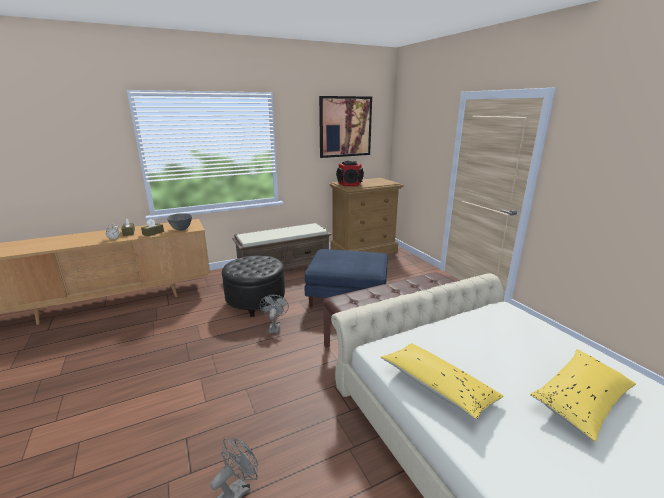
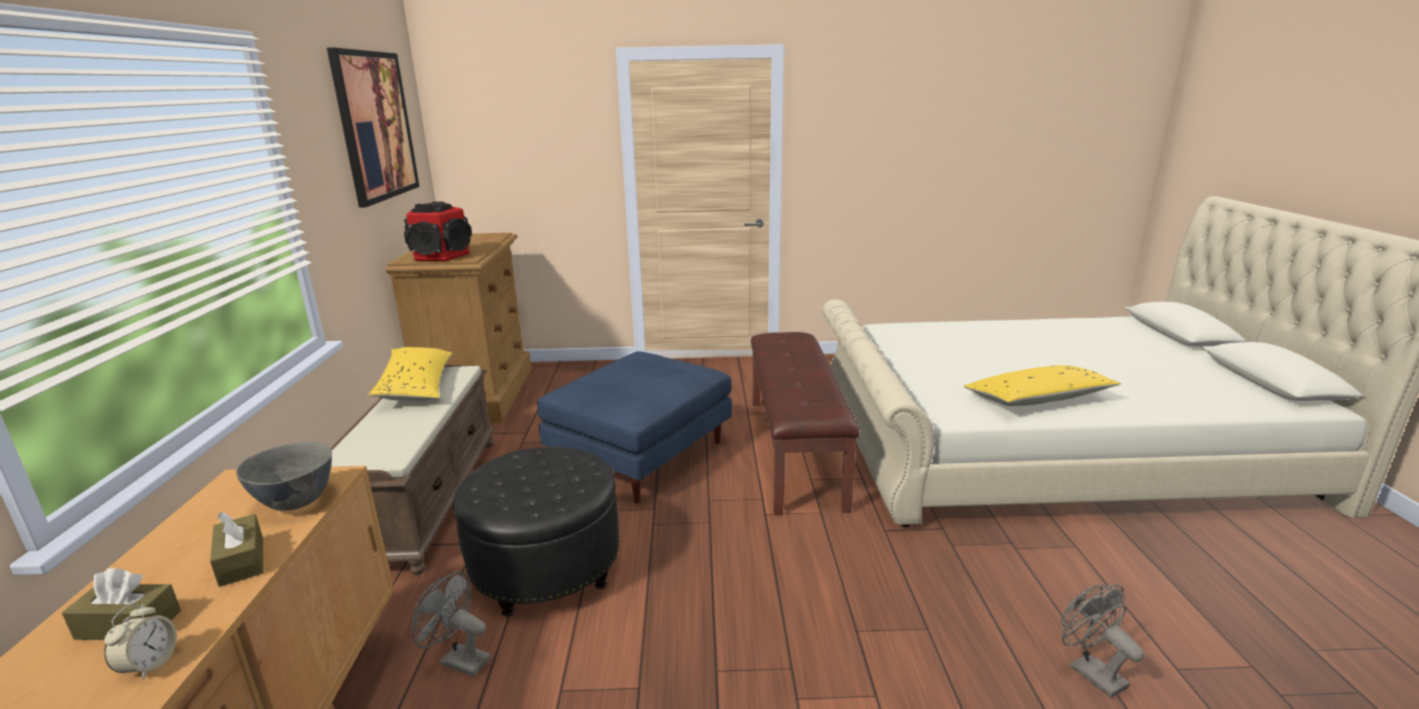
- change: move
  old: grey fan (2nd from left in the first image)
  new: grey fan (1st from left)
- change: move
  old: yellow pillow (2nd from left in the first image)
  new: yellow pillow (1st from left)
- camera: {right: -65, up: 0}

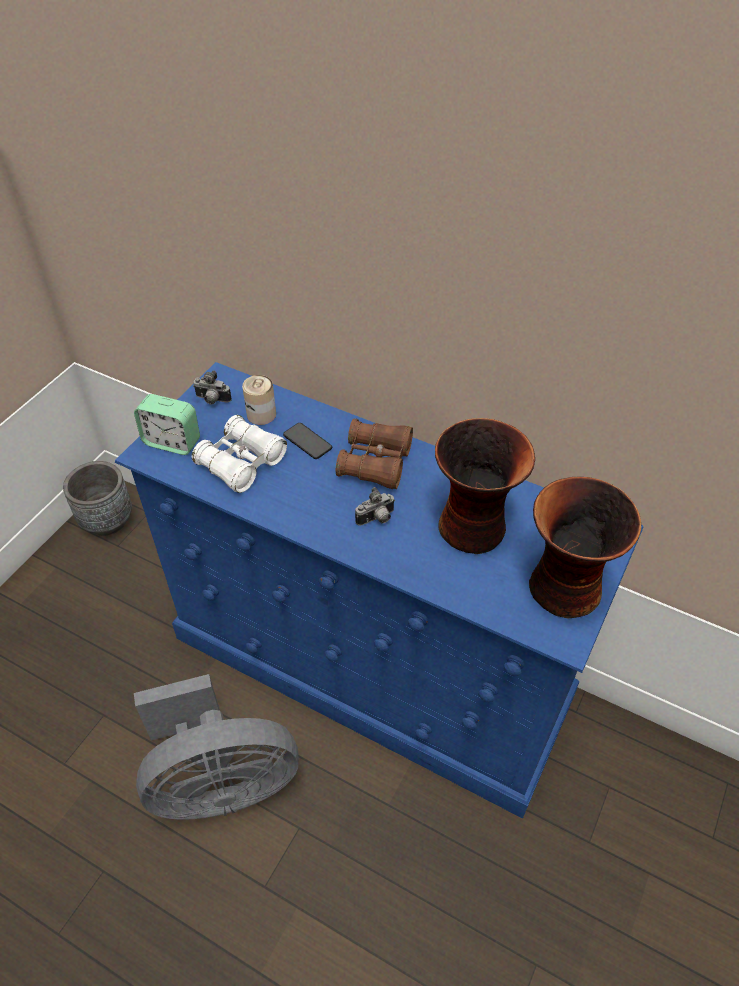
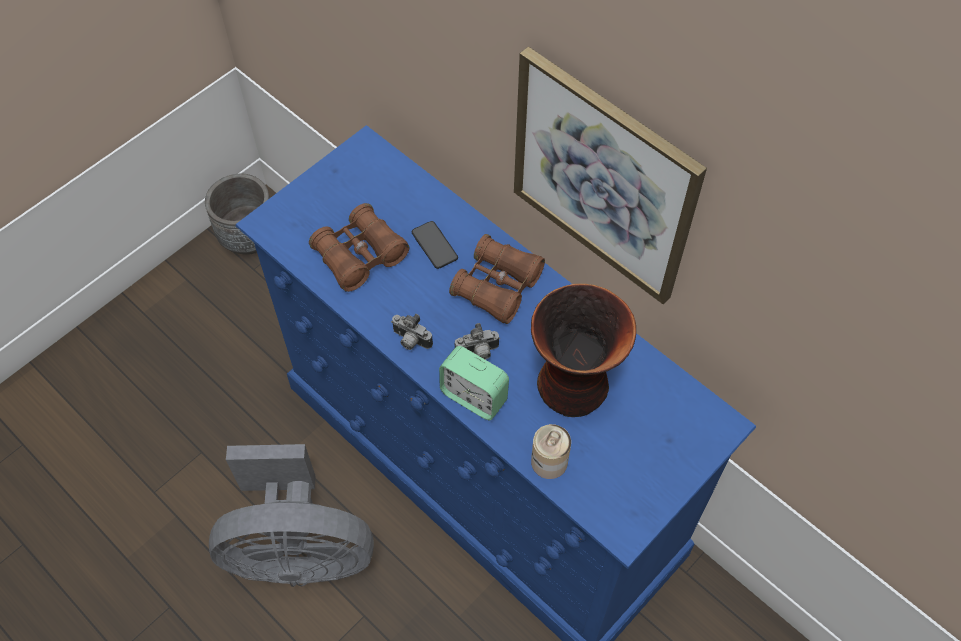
- change: delete
  old: vase (2nd from left)
- change: insert
  new: picture
- change: move
  old: alarm clock
- change: move
  old: photo camera (1st from left)
- change: move
  old: can
- change: recolor
  old: white binoculars
  new: brown binoculars (1st from left)
- camera: {right: 15, up: 10}

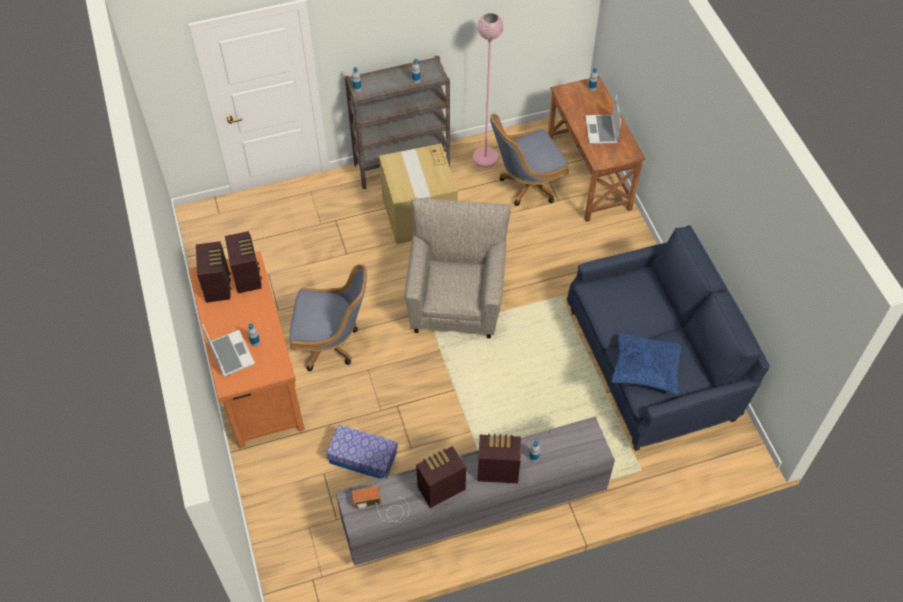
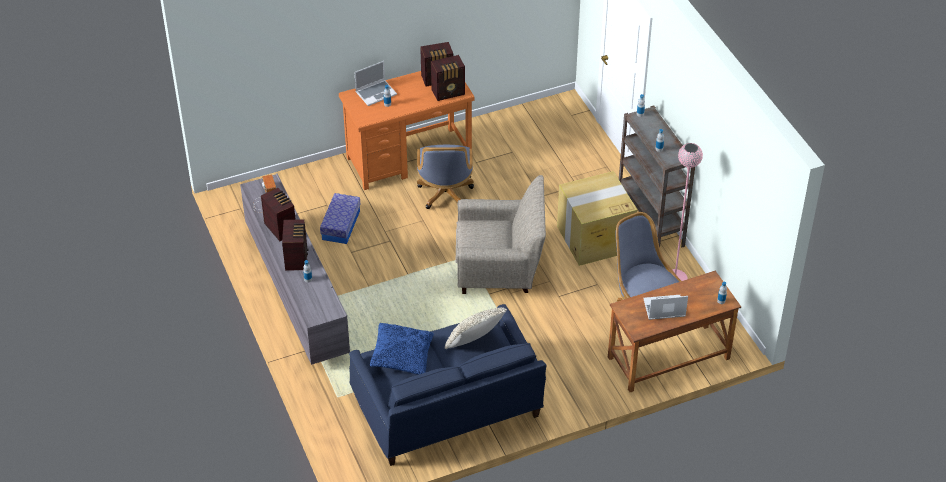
- change: insert
  new: beige pillow
- camera: {right: 85, up: -10}

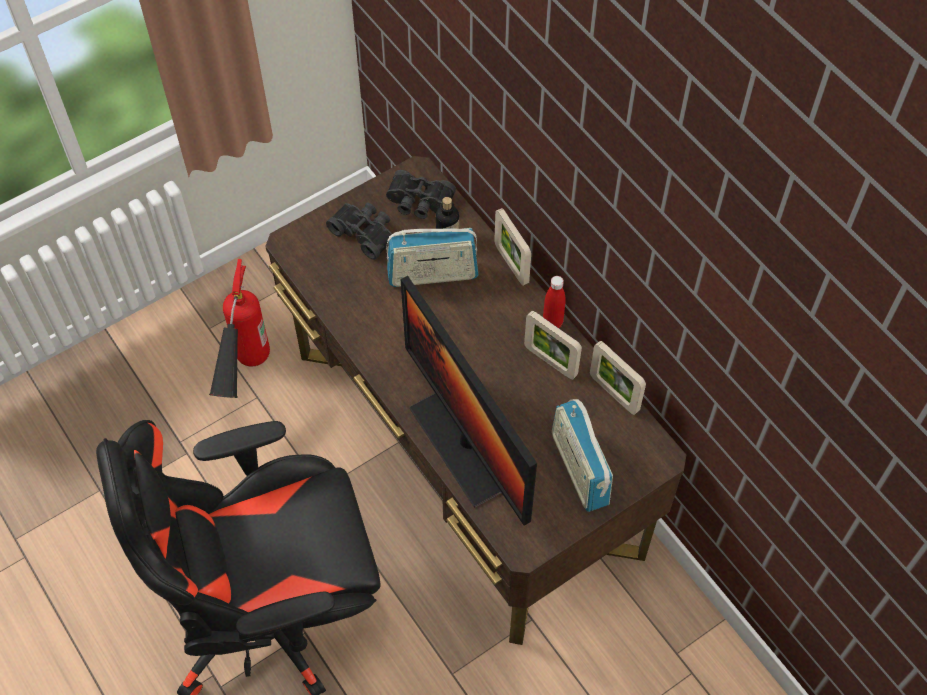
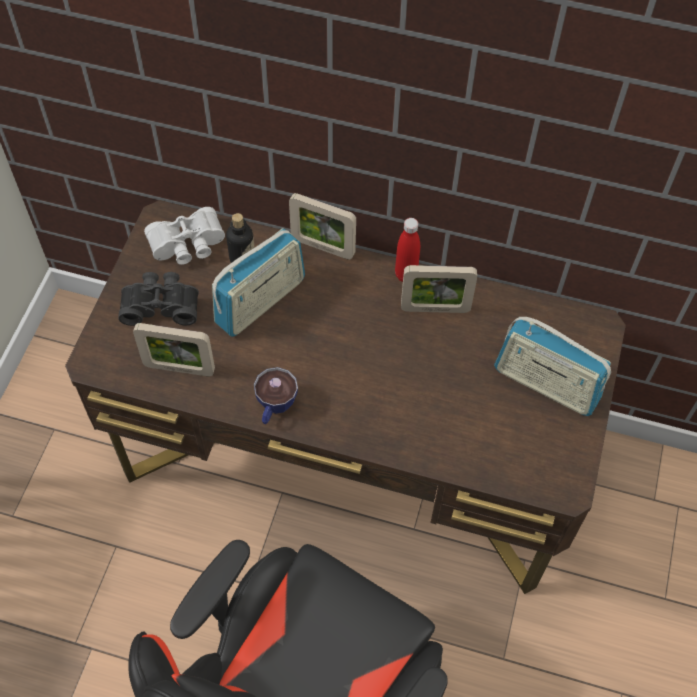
- change: delete
  old: fire extinguisher
- change: delete
  old: monitor
- change: insert
  new: cup
- change: move
  old: picture frame (3rd from left in the first image)
  new: picture frame (1st from left)
- change: recolor
  old: black binoculars (2nd from left)
  new: white binoculars
- camera: {right: -40, up: 0}

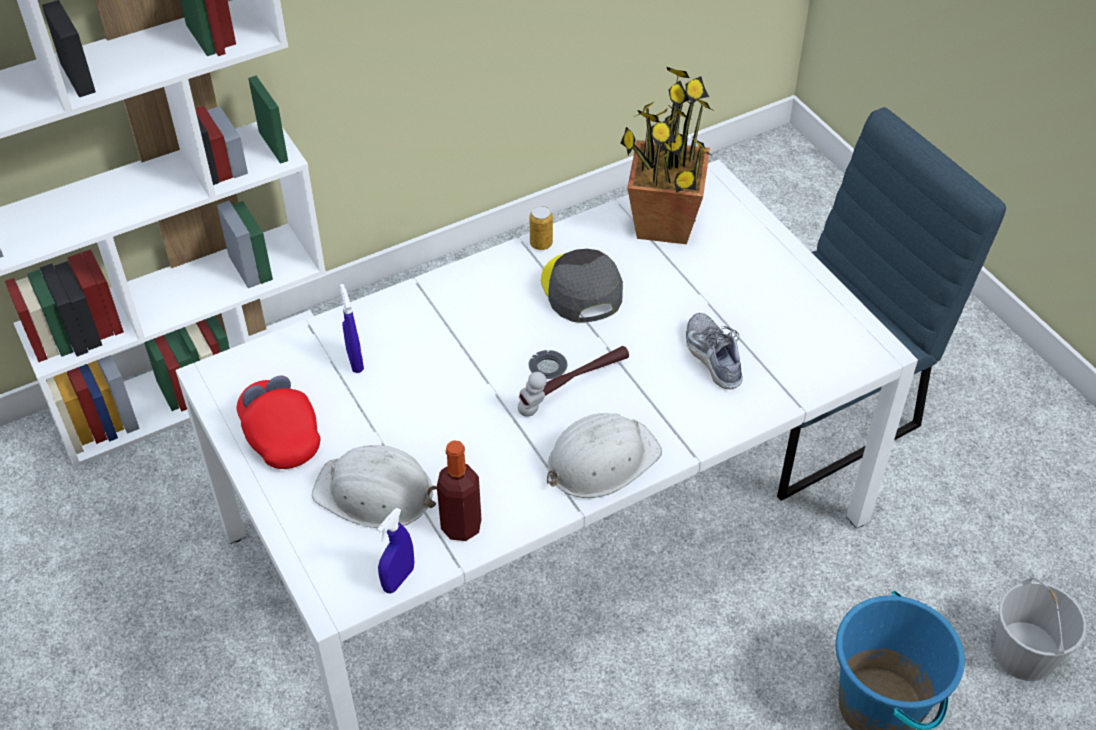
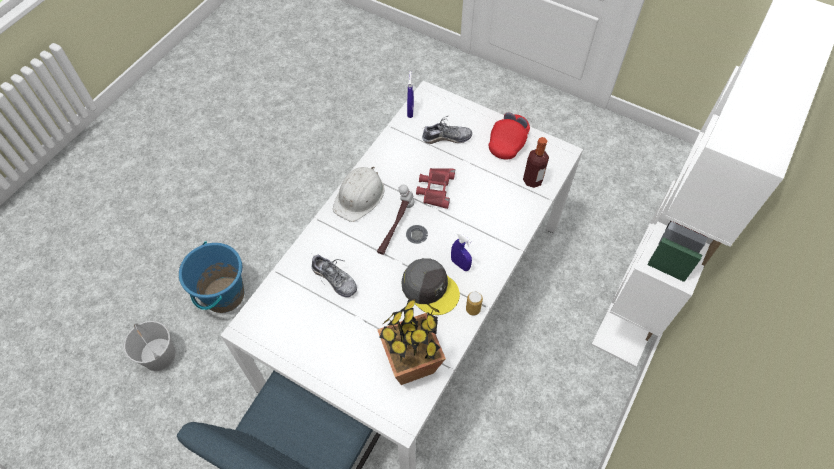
- change: insert
  new: red binoculars
- change: move
  old: blue spray bottle (1st from left in the first image)
  new: blue spray bottle (2nd from left)
- change: move
  old: bottle
- change: replace
  old: white hard hat (1st from left)
  new: shoe (2nd from left)
- change: rotate
  old: red cap
  degrees: -90
- camera: {right: 150, up: 10}

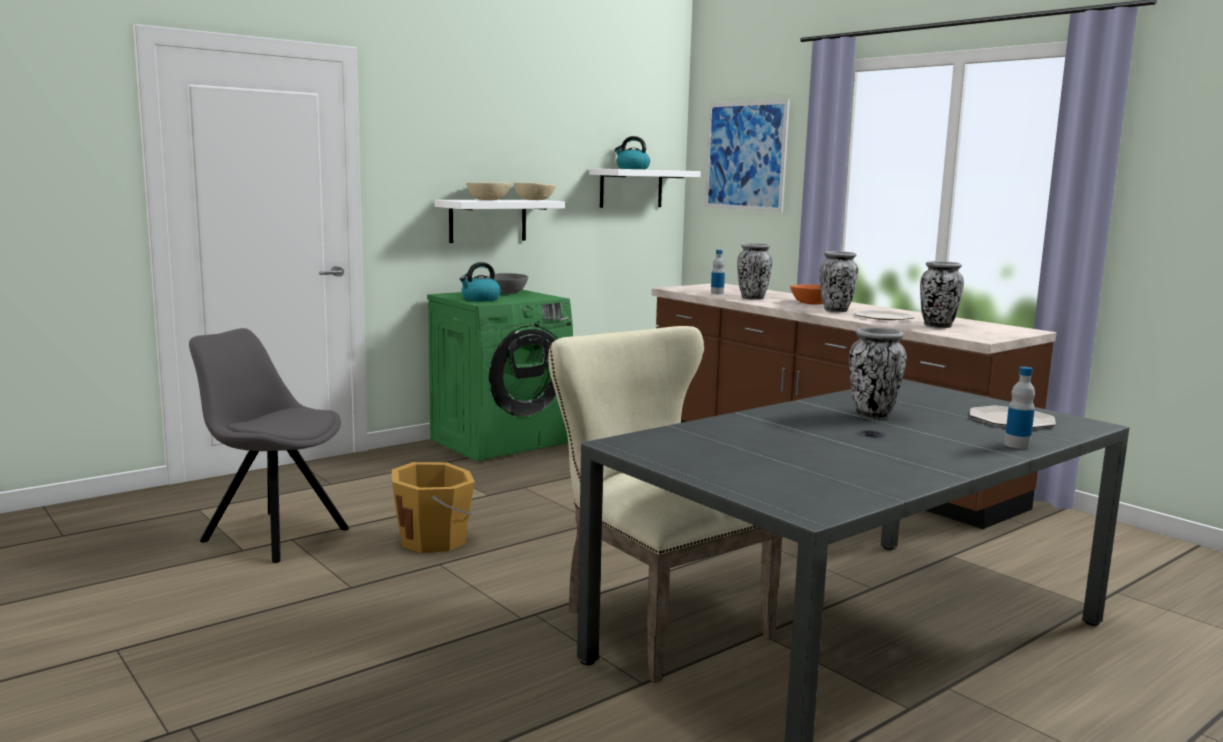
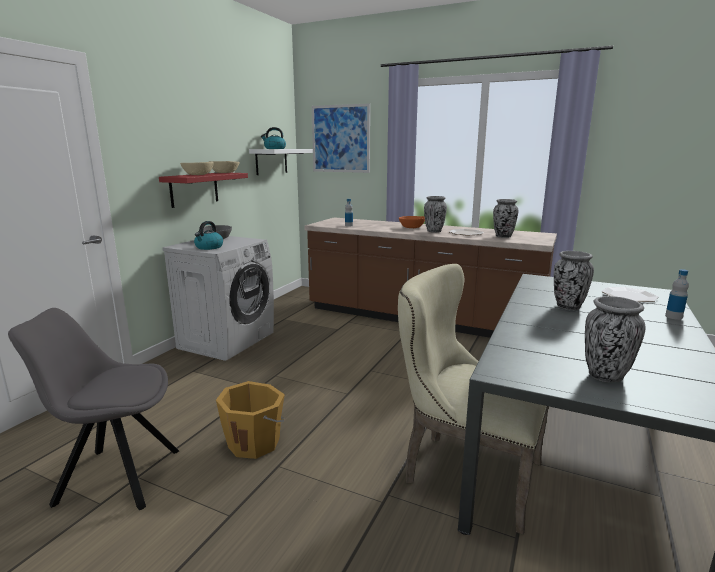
- change: move
  old: vase (1st from left in the first image)
  new: vase (4th from left)
- change: recolor
  old: green washing machine
  new: white washing machine
- change: recolor
  old: white shelf (1st from left)
  new: red shelf
- camera: {right: -25, up: 5}

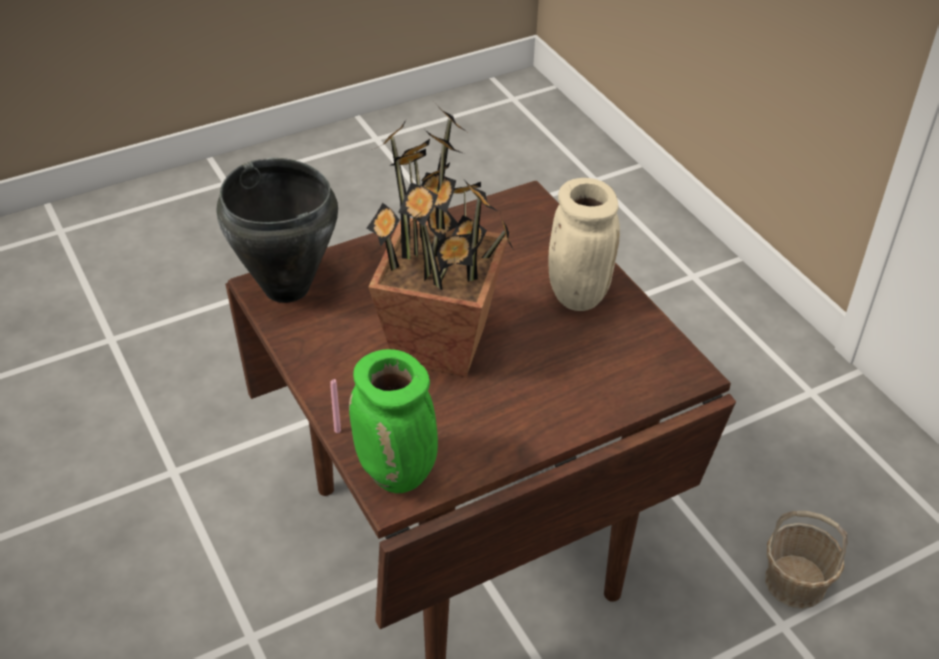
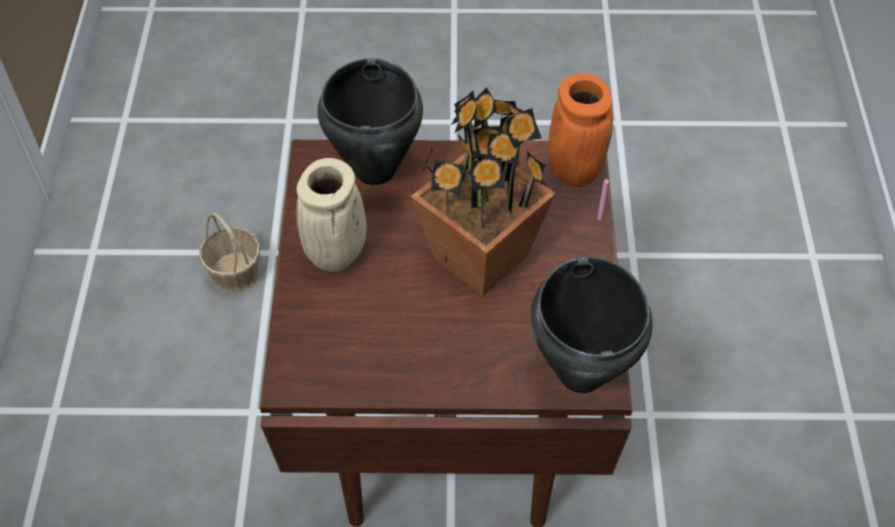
- change: insert
  new: black cooking pot (1st from left)
- change: recolor
  old: green vase
  new: orange vase
- camera: {right: -150, up: 10}

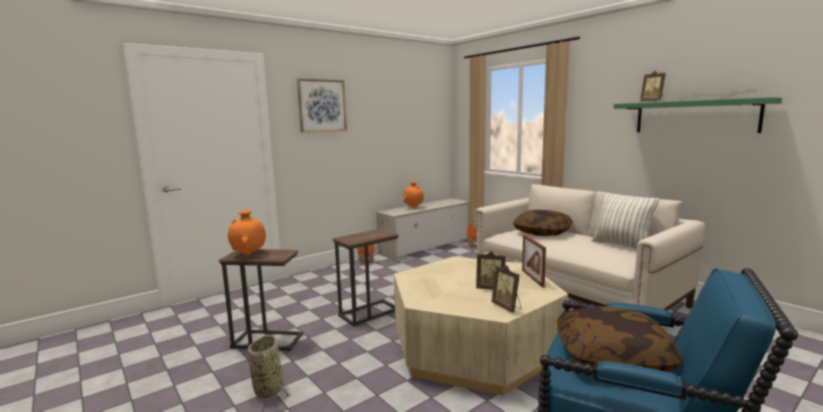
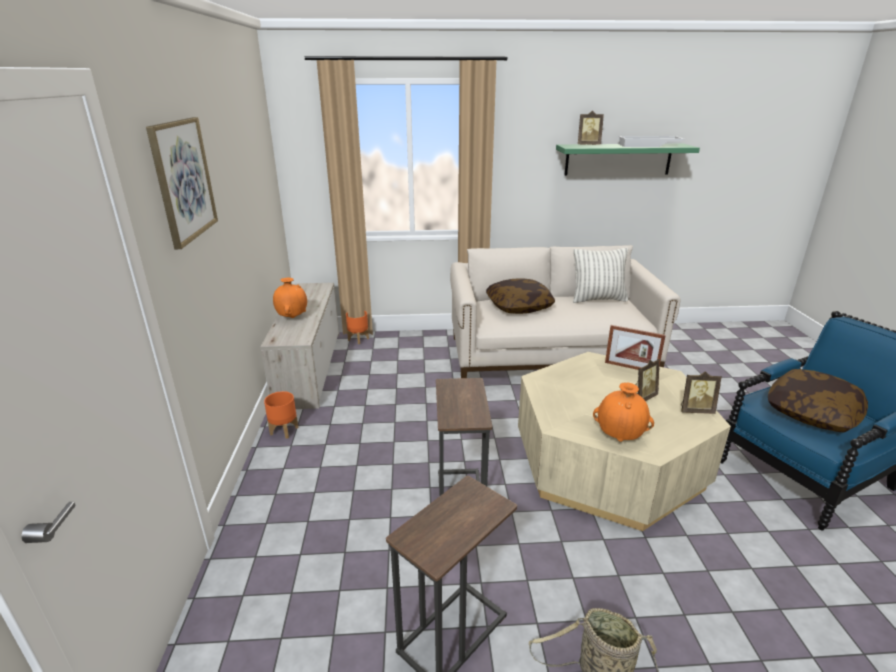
- change: move
  old: orange vase (1st from left in the first image)
  new: orange vase (2nd from left)
- camera: {right: -55, up: 15}

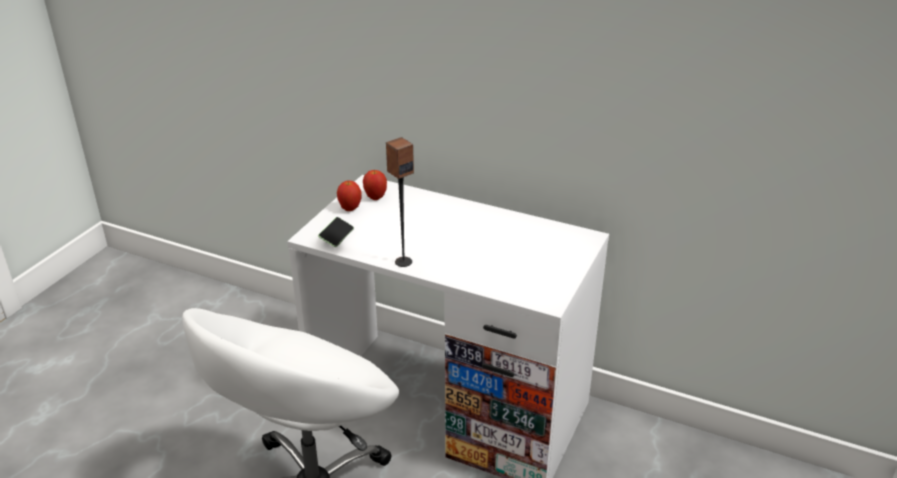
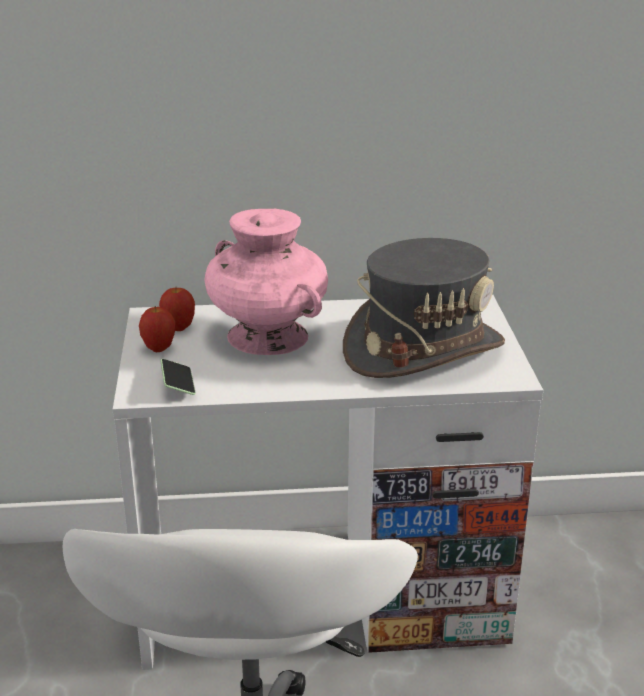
- change: delete
  old: speaker
- change: insert
  new: pink vase
- change: insert
  new: grey hat
- camera: {right: -30, up: -5}

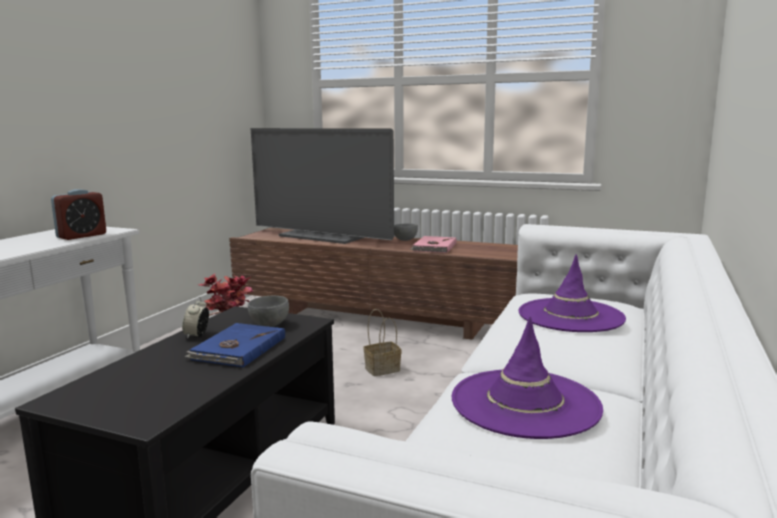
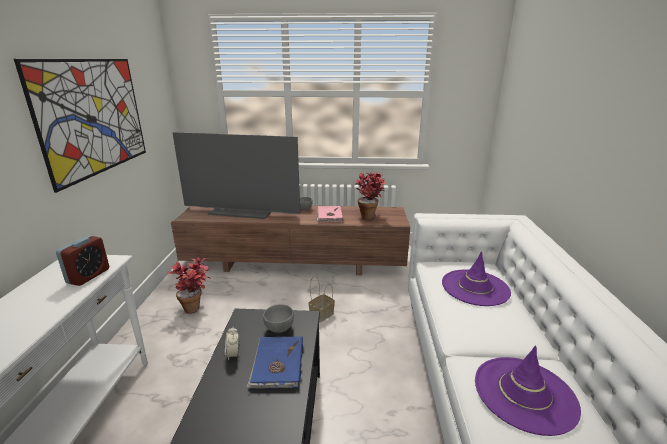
- change: insert
  new: picture
- change: insert
  new: potted plant (2nd from left)
- camera: {right: -20, up: 10}

